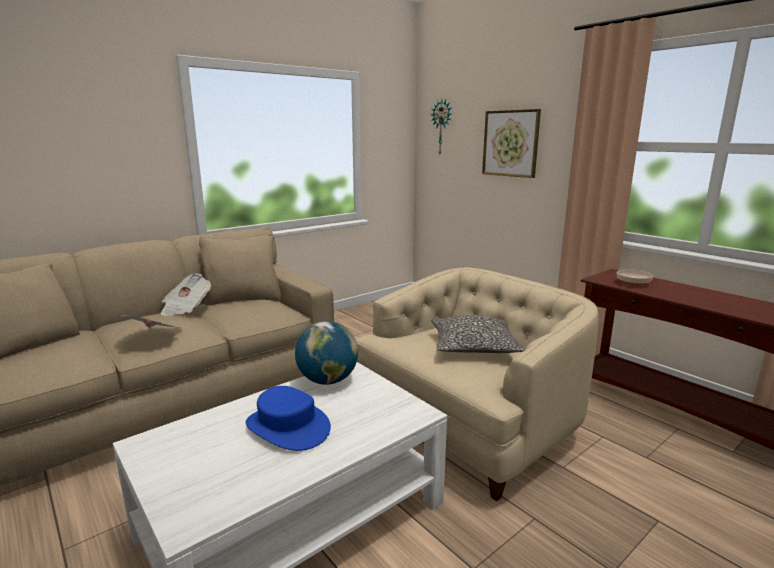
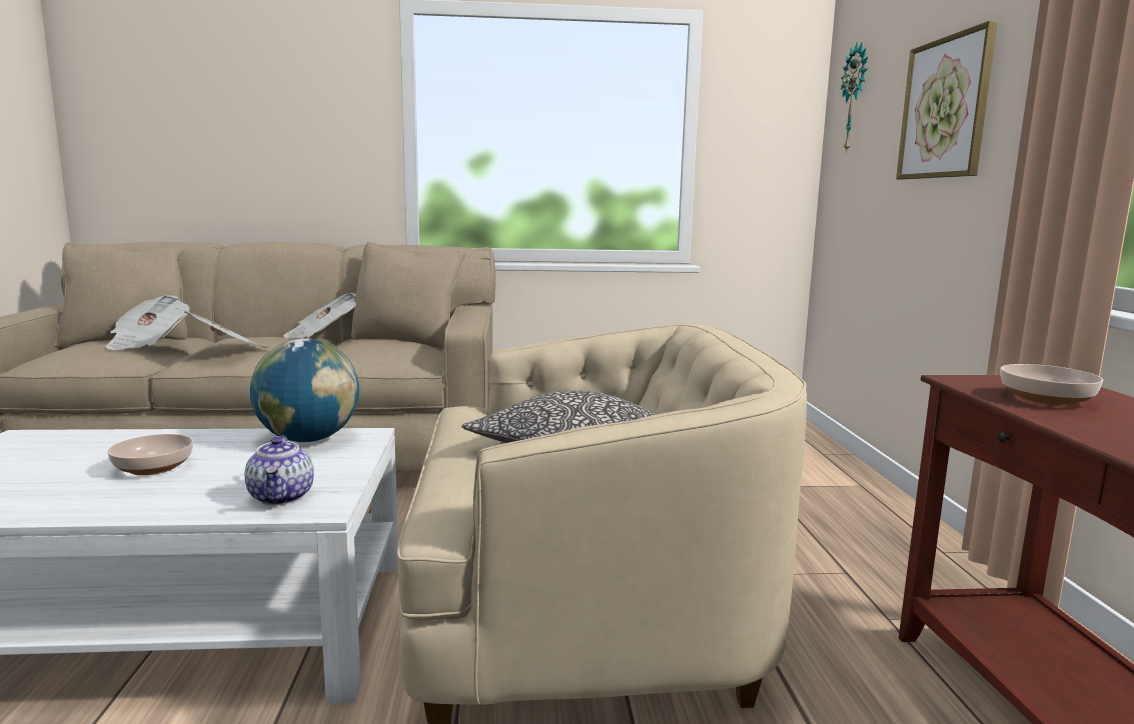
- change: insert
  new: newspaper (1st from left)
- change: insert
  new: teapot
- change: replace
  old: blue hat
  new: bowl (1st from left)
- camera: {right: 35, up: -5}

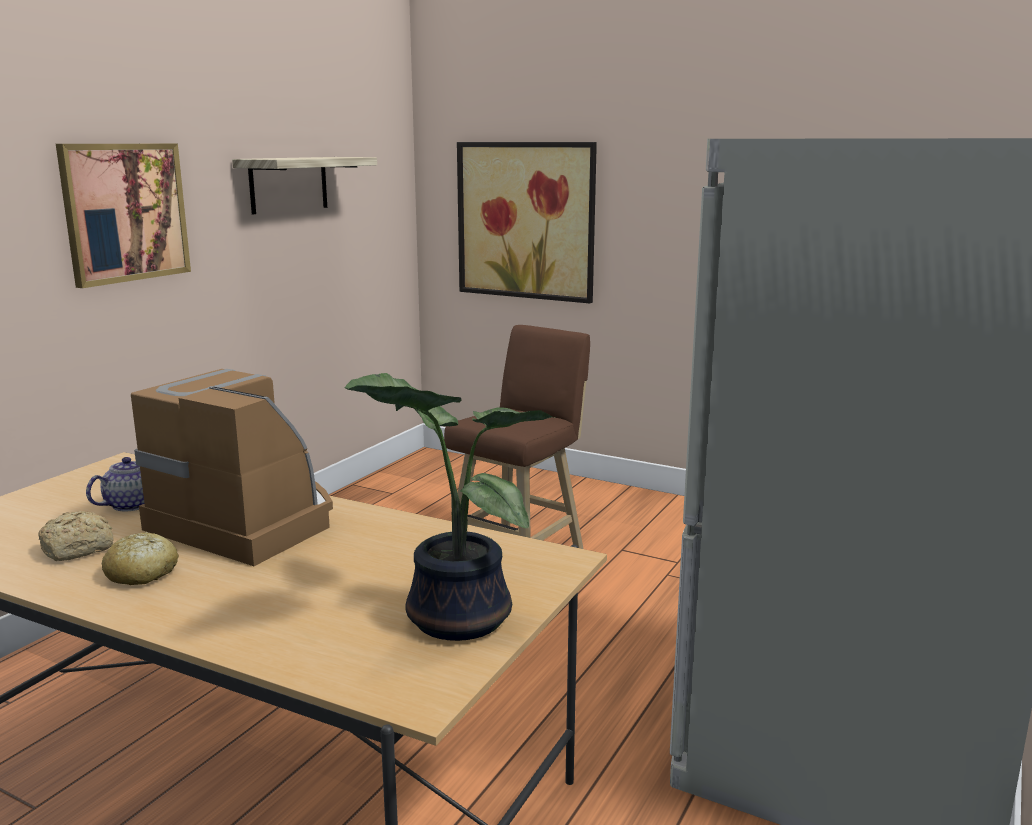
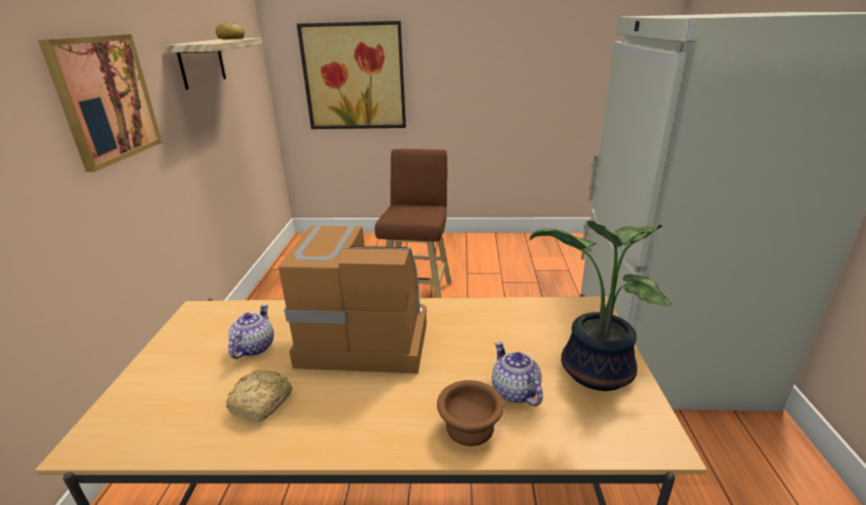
- change: insert
  new: brown bowl
- change: insert
  new: teapot (2nd from left)
- change: move
  old: bread (2nd from left in the first image)
  new: bread (1st from left)
- camera: {right: -25, up: 10}

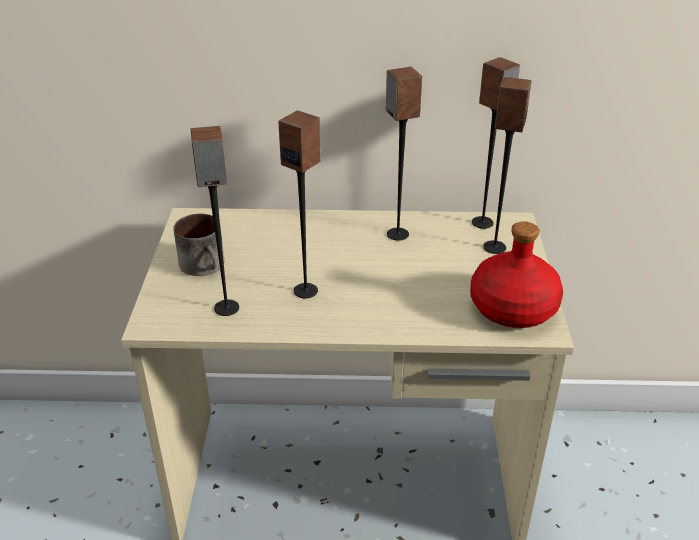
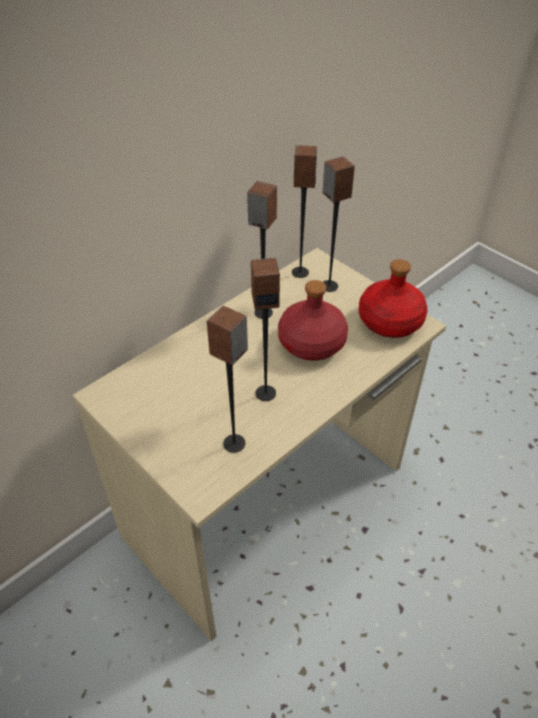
- change: delete
  old: mug
- change: insert
  new: red bottle (1st from left)
- camera: {right: -45, up: 10}

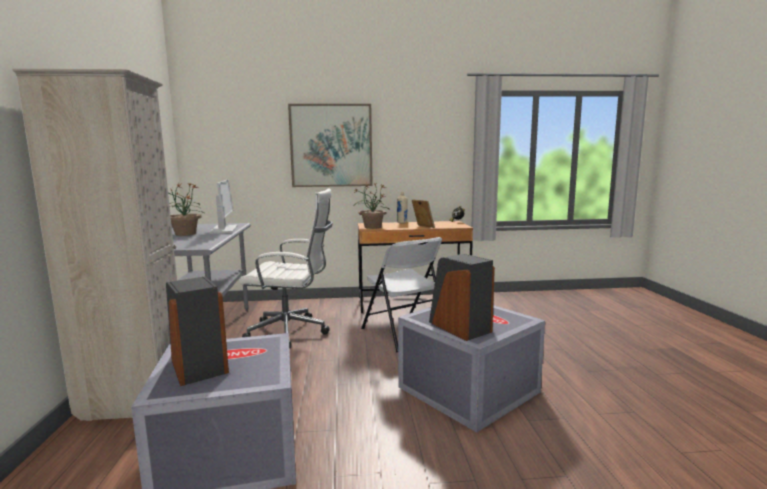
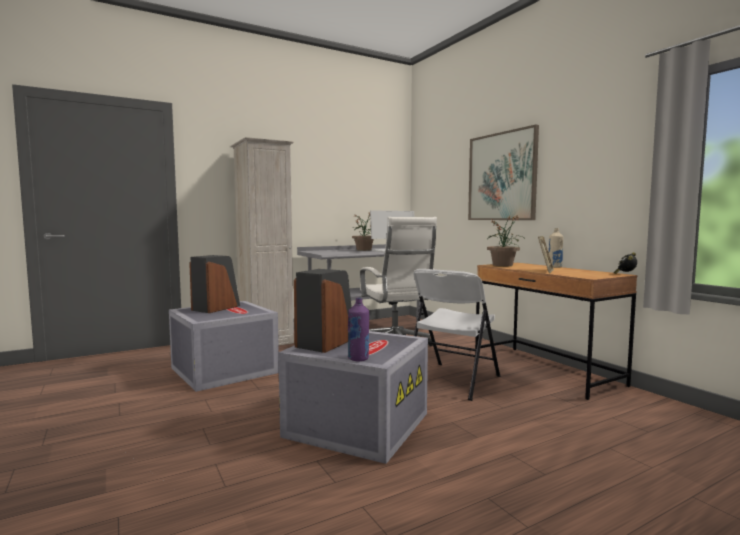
- change: insert
  new: purple bottle
- camera: {right: 65, up: -5}

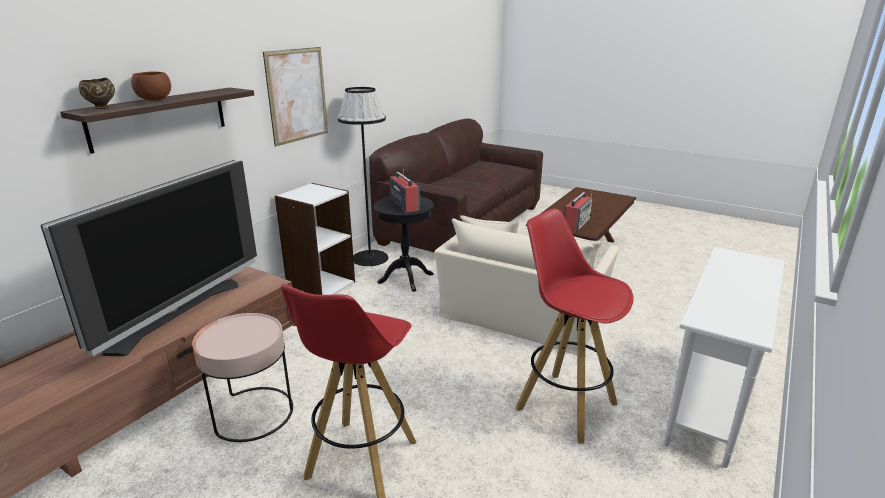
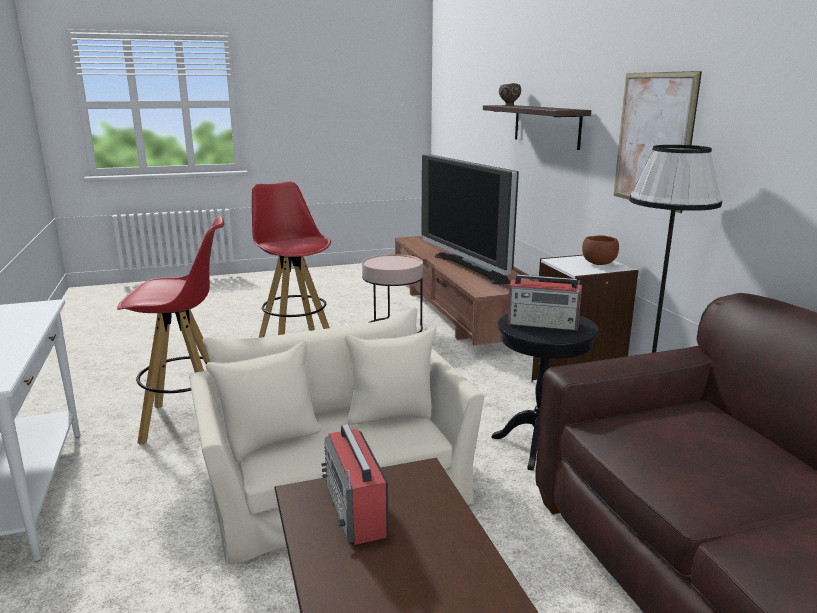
- change: move
  old: brown bowl (2nd from left)
- camera: {right: 130, up: -5}

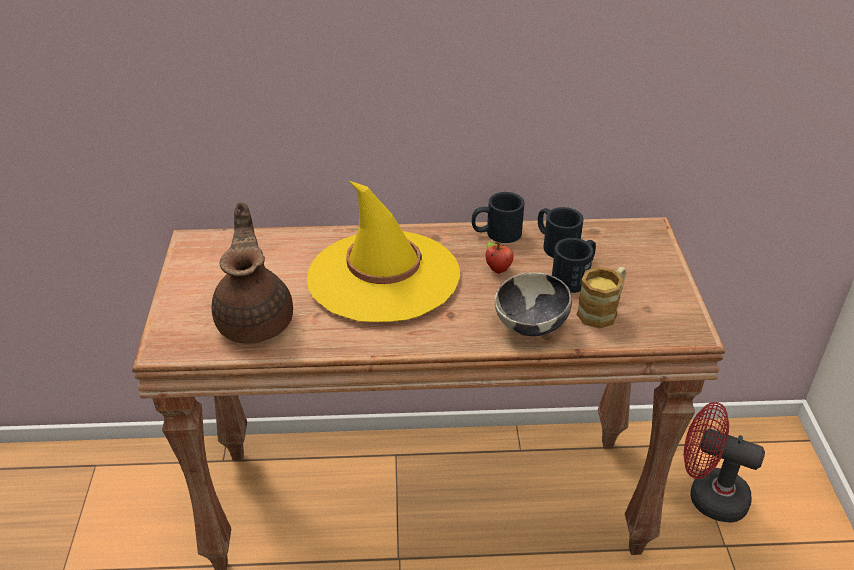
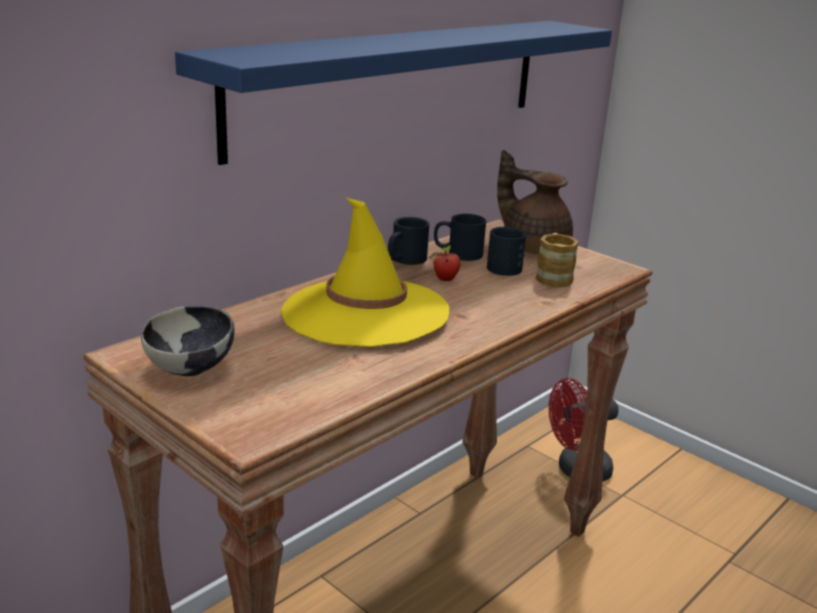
- change: insert
  new: blue shelf
- change: move
  old: brown teapot
- change: move
  old: bowl
- camera: {right: -45, up: -15}

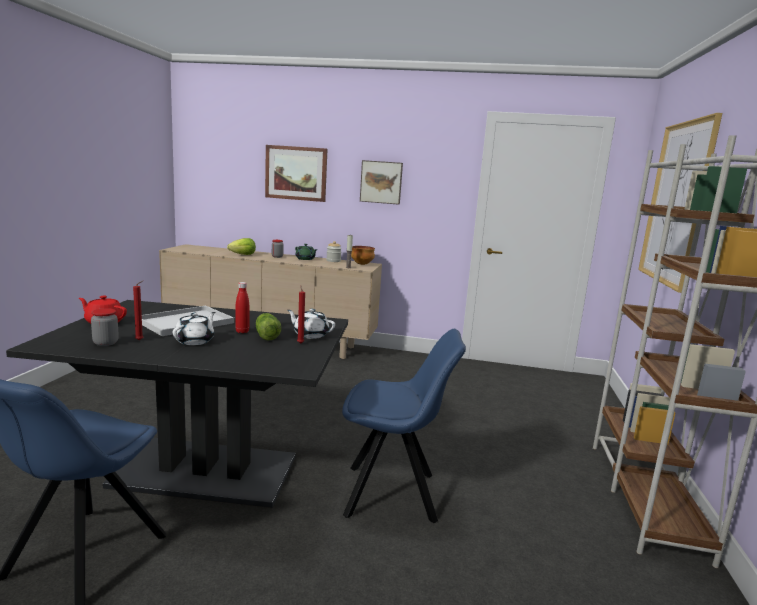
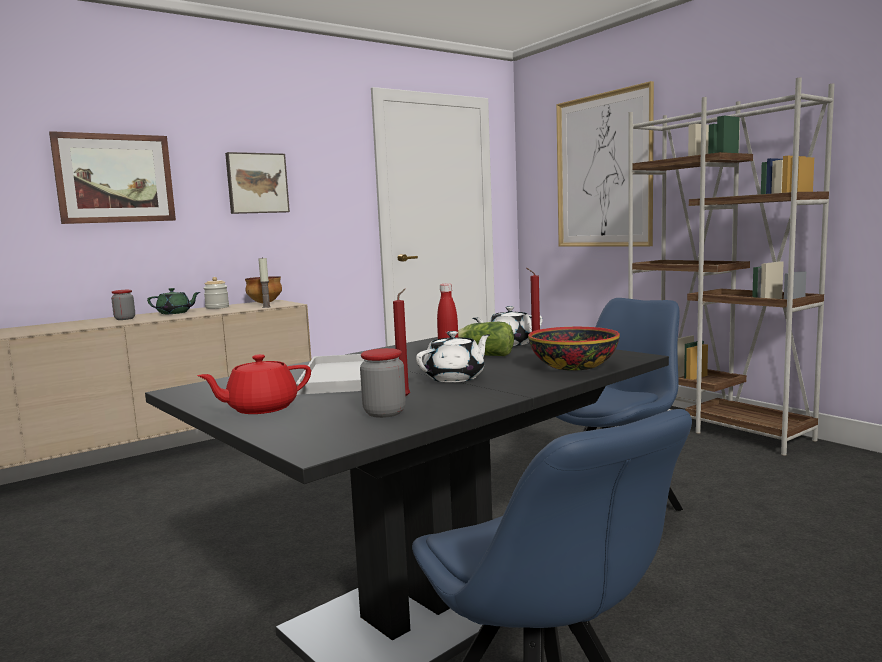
- change: delete
  old: lettuce (1st from left)
- change: insert
  new: bowl (2nd from left)
- change: rotate
  old: white teapot (1st from left)
  degrees: 75
- camera: {right: -45, up: -5}

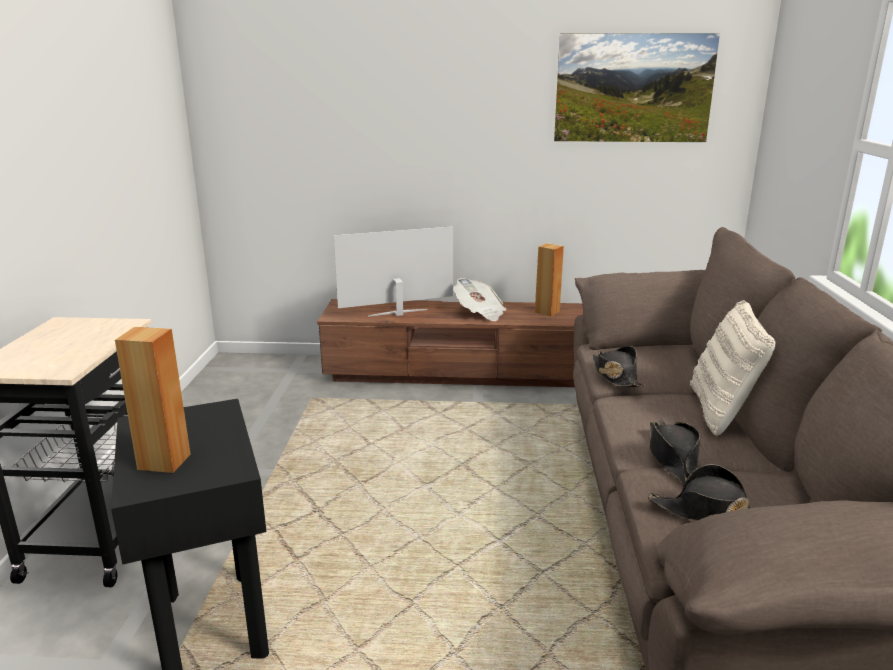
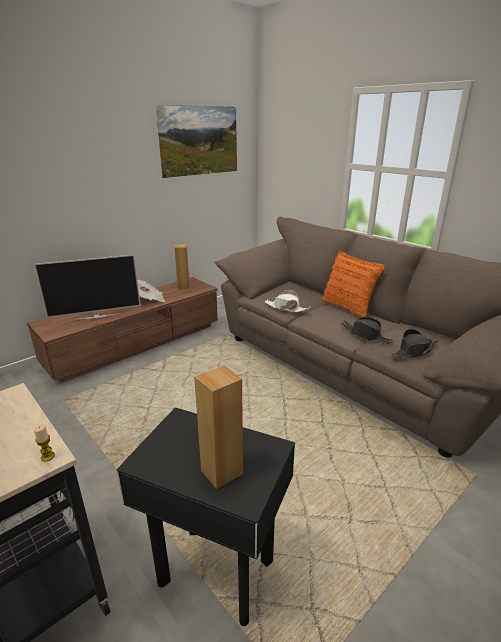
- change: insert
  new: candle
- change: recolor
  old: black hat (1st from left)
  new: white hat
- change: recolor
  old: beige pillow
  new: orange pillow
- change: rotate
  old: television
  degrees: -135
- camera: {right: -45, up: 5}

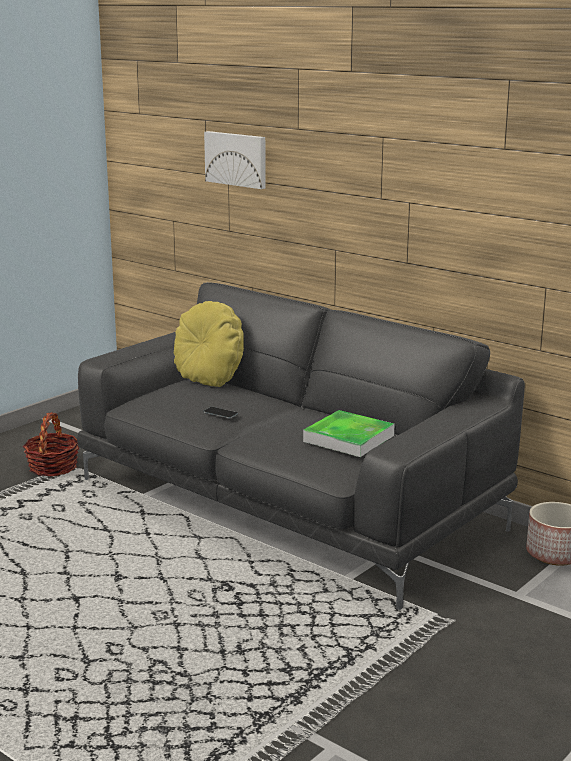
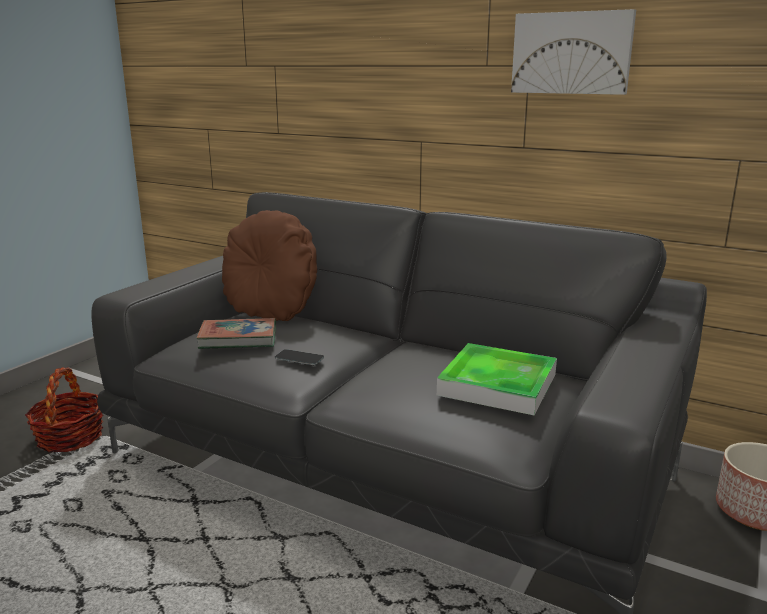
- change: insert
  new: book
- change: move
  old: picture
- change: recolor
  old: yellow pillow
  new: brown pillow
- camera: {right: -10, up: 0}

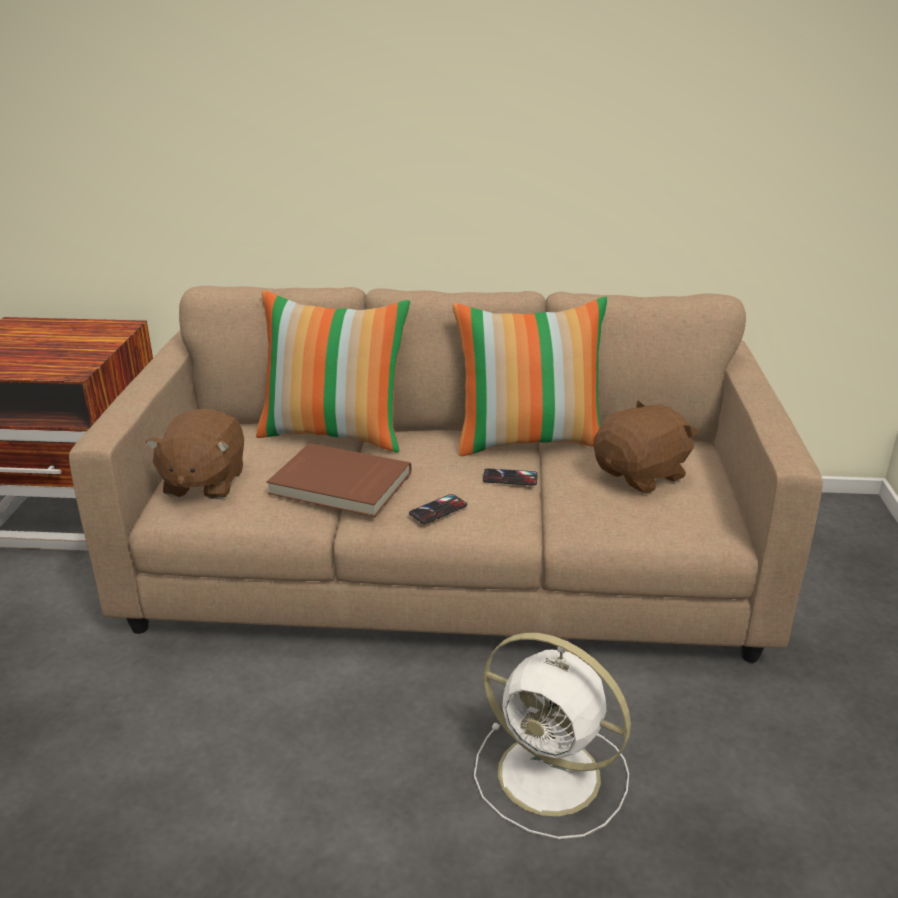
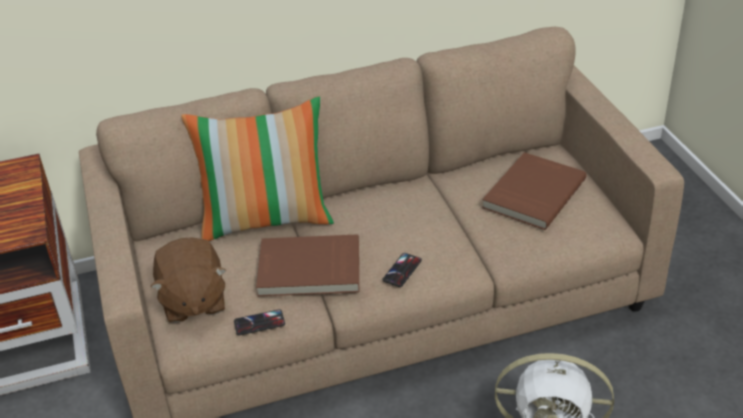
- change: delete
  old: pillow (2nd from left)
- change: move
  old: phone (2nd from left in the first image)
  new: phone (1st from left)
- change: replace
  old: brown plush toy (2nd from left)
  new: brown book (2nd from left)
- camera: {right: -20, up: 10}

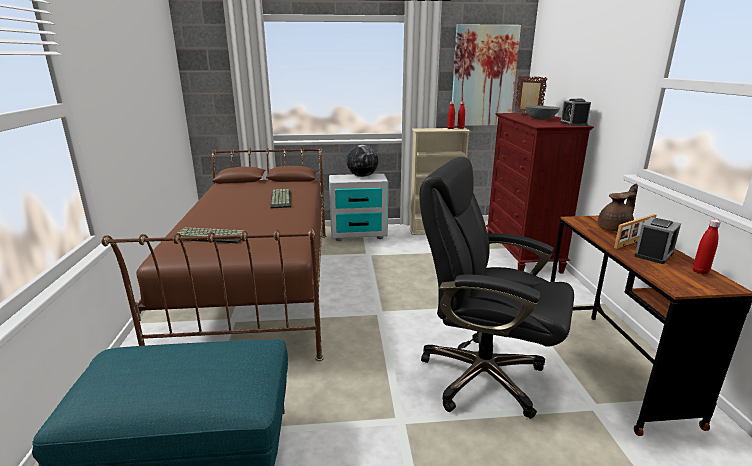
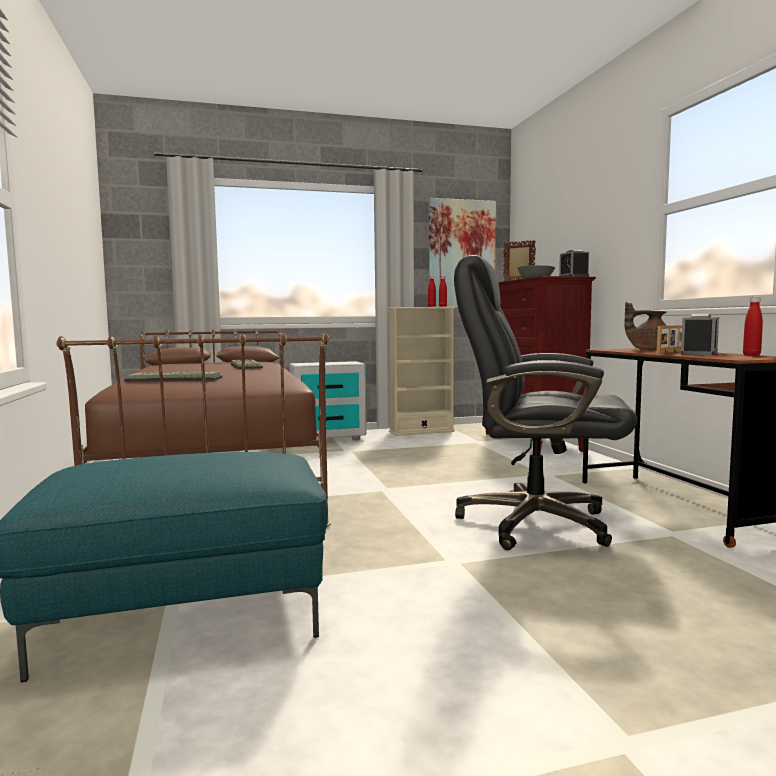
- change: delete
  old: globe
- change: rotate
  old: brown teapot
  degrees: -135
- camera: {right: -10, up: -15}

